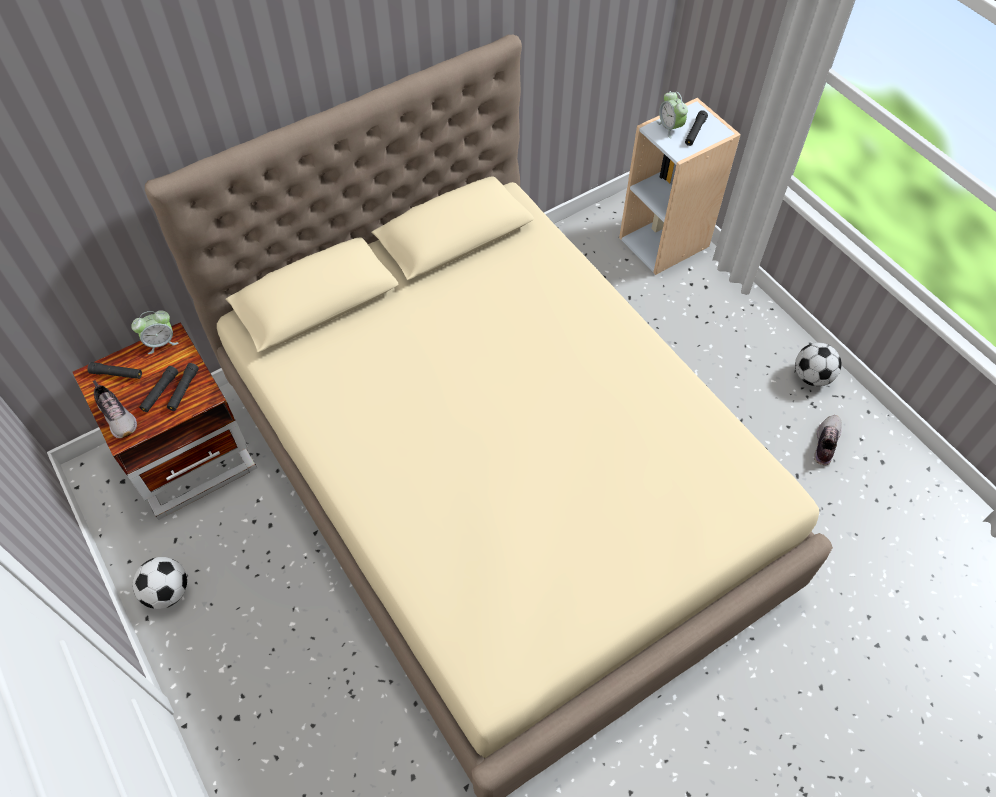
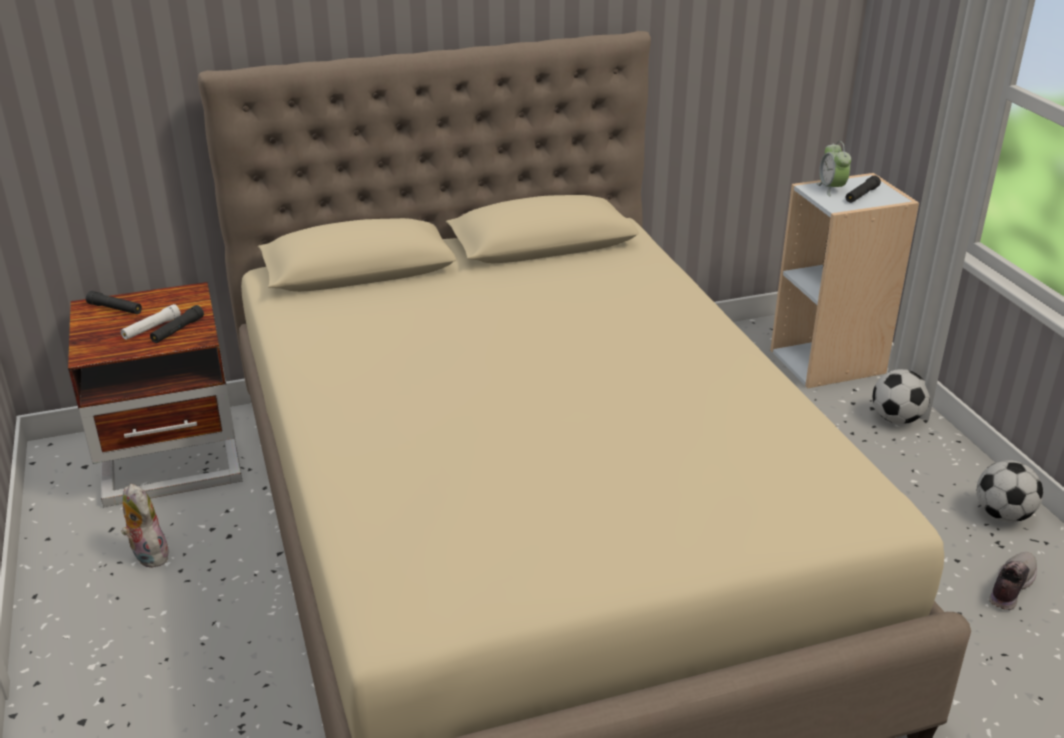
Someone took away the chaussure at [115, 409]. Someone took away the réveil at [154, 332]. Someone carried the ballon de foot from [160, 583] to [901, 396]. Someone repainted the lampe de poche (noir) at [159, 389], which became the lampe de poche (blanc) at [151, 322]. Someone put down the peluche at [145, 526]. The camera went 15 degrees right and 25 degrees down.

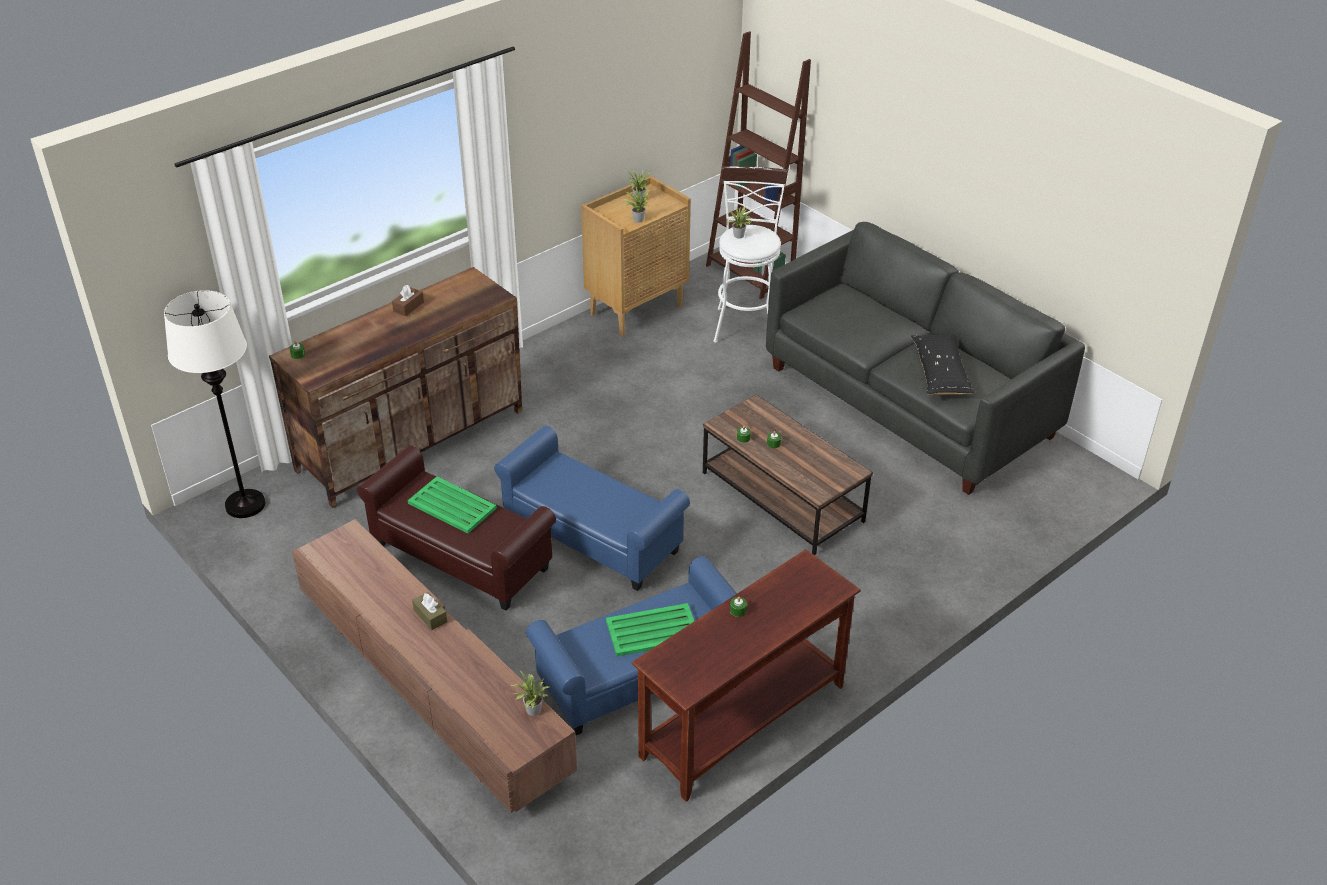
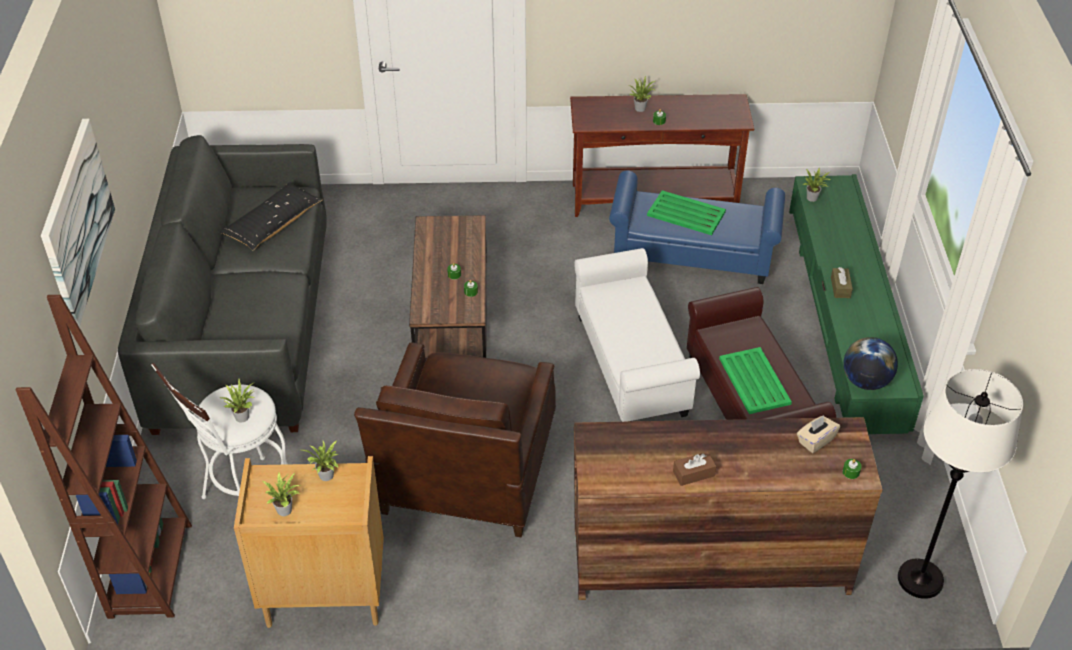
Someone repainted the meuble télé (marron) at [434, 666], which became the meuble télé (vert) at [856, 304]. Someone repainted the pouf (bleu) at [592, 508], which became the pouf (blanc) at [637, 335]. Someone put up the tableau at [78, 223]. Someone put down the fauteuil (marron) at [455, 439]. Someone put down the plante en pot at [641, 94]. Someone put down the boîte à mouchoirs (beige) at [818, 434]. Someone put down the globe at [870, 363]. The camera went 140 degrees left and 5 degrees up.

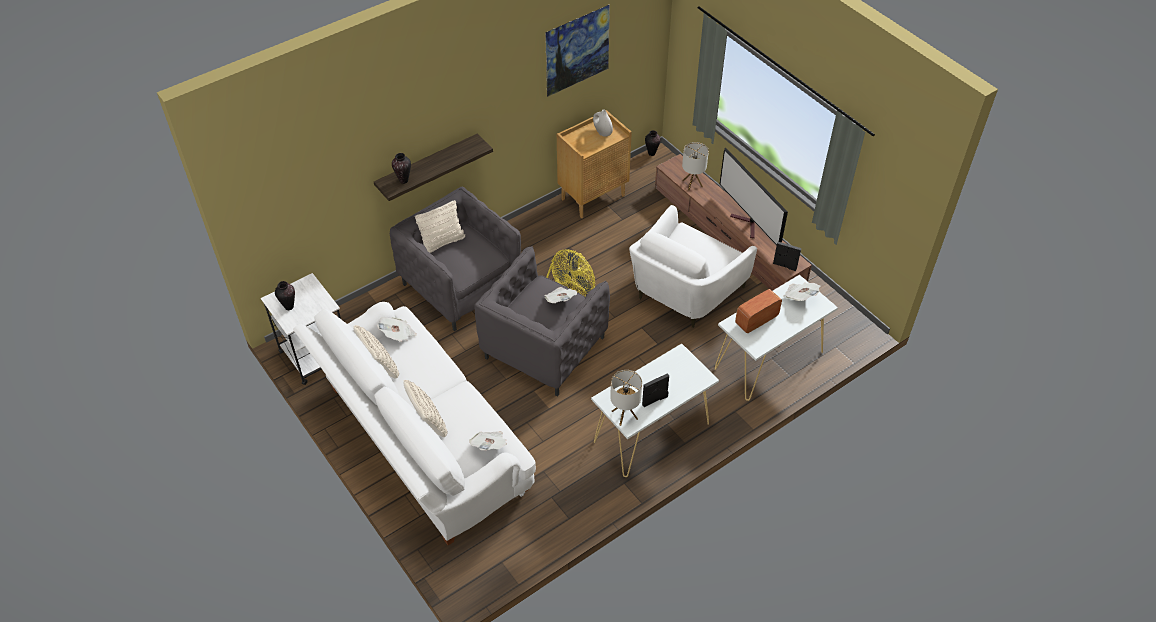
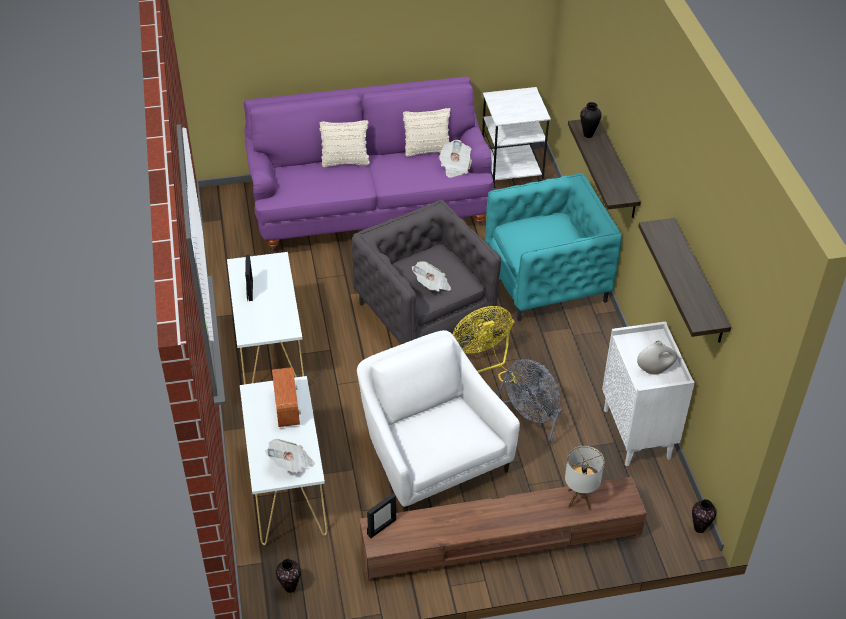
Someone carried the vase from [285, 295] to [288, 576]. Someone repainted the canapé (blanc) at [414, 423], which became the canapé (violet) at [369, 163]. Someone repainted the fauteuil (gris) at [455, 259], which became the fauteuil (turquoise) at [553, 247]. Someone took away the coussin (beige) at [440, 226]. Someone took away the journal at [488, 440]. Someone swapped the tableau at [577, 50] for the étagère at [684, 280]. Someone repainted the meuble de rangement (marron) at [594, 164], which became the meuble de rangement (blanc) at [648, 393]. Someone took away the lampe de table at [626, 398]. Someone took away the téléviseur at [753, 196]. Someone put down the ventilateur (gris) at [529, 401]. The camera went 115 degrees right and 5 degrees down.

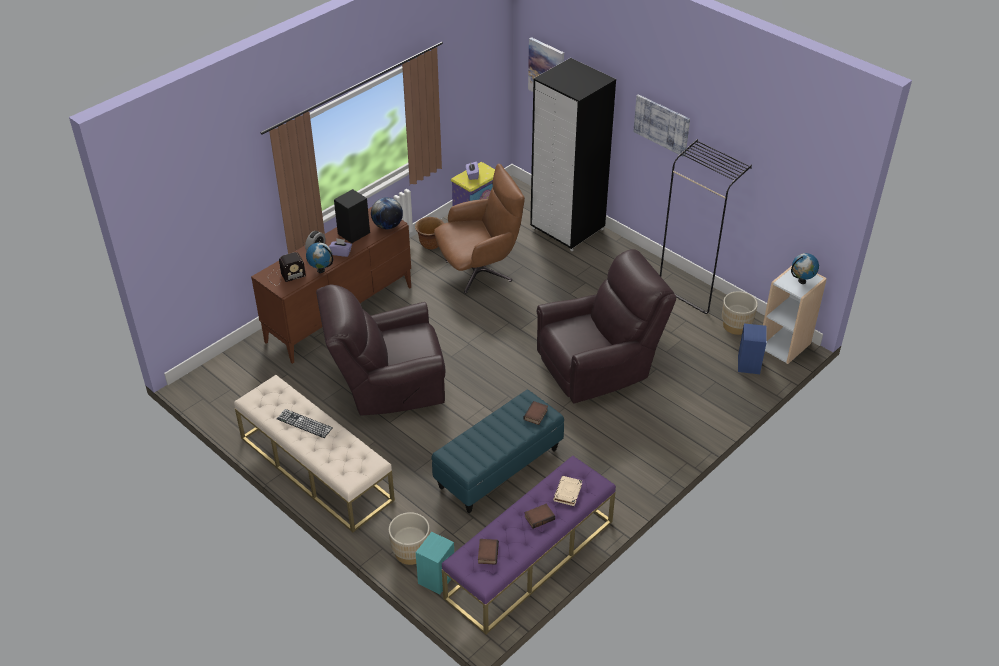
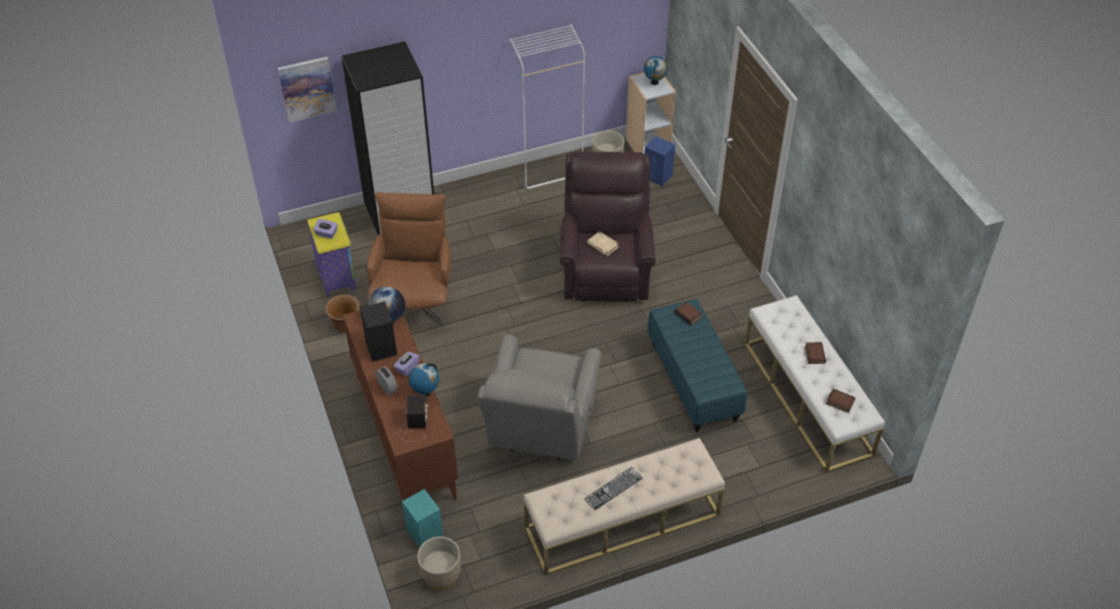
Someone repainted the fauteuil (marron) at [380, 350], which became the fauteuil (gris) at [539, 397]. Someone carried the cache-pot (beige) from [409, 538] to [439, 563]. Someone carried the enceinte (turquoise) from [435, 563] to [422, 518]. Someone repainted the banc (violet) at [529, 544], which became the banc (blanc) at [814, 384]. Someone carried the livre (beige) from [567, 491] to [603, 243]. Someone took away the tableau at [661, 125]. Someone repainted the portant (noir) at [706, 226], which became the portant (blanc) at [547, 106]. The camera went 65 degrees left and 5 degrees up.

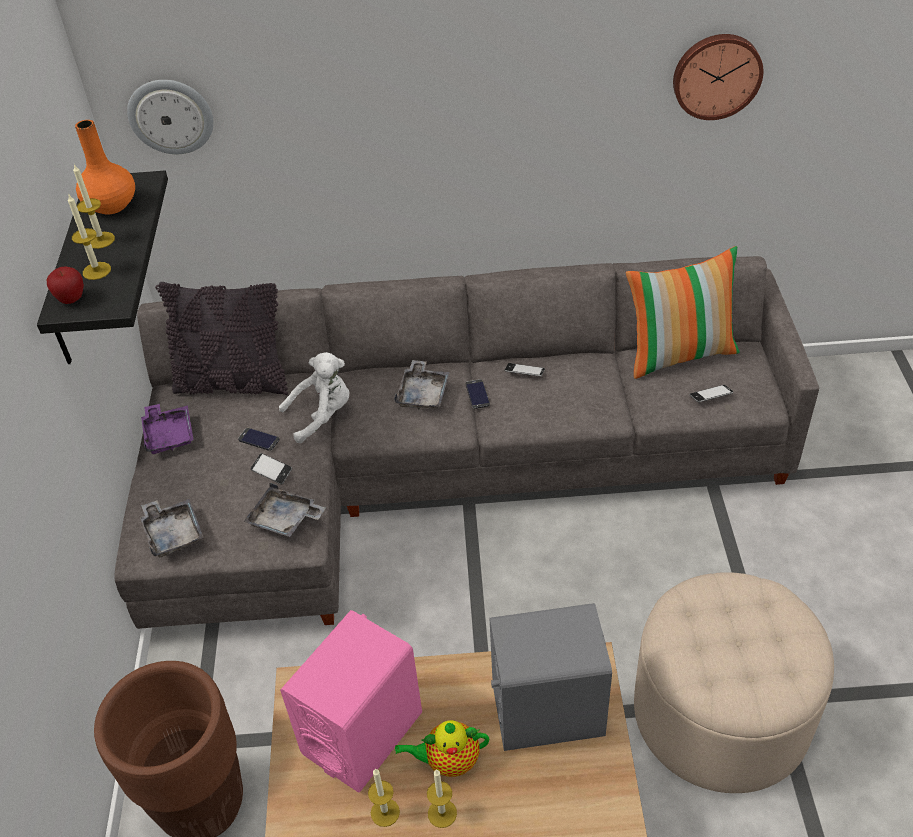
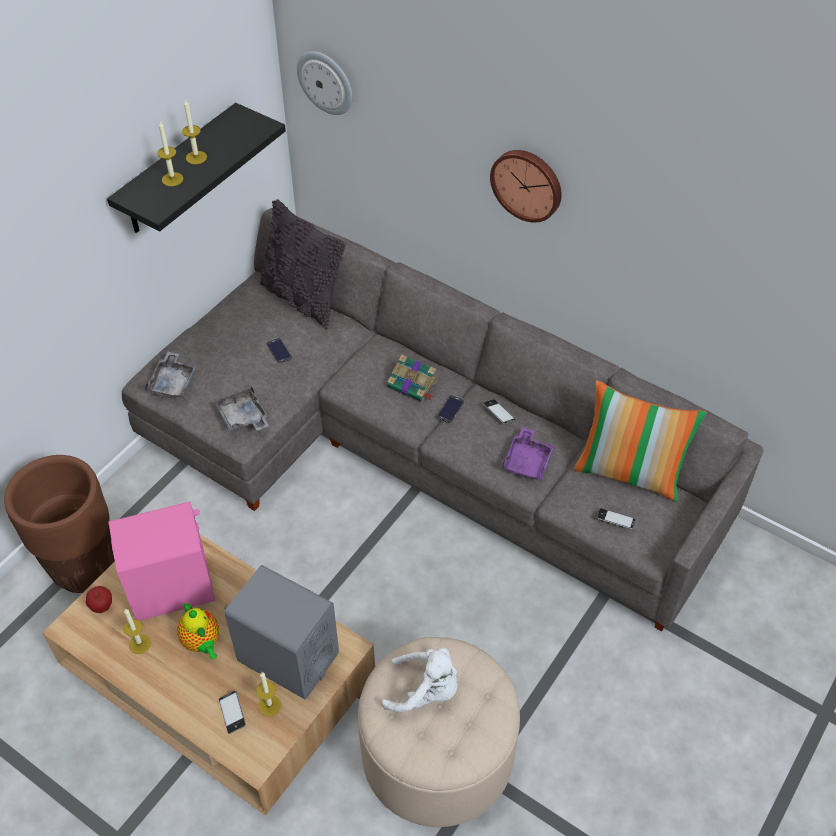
Someone carried the pomme from [65, 285] to [99, 599]. Someone took away the vase (orange) at [105, 167]. Someone carried the plateau (violet) from [167, 429] to [528, 453]. Someone carried the téléphone from [271, 468] to [232, 712]. Someone carried the peluche (blanc) from [314, 397] to [419, 680]. Someone swapped the plateau (gris) at [422, 385] for the livre at [412, 378]. Someone rotated the théière at [442, 748] by 150 degrees counterclockwise. Someone carried the bougie from [442, 799] to [268, 694]. Someone carried the horloge murale from [718, 77] to [526, 186]. The camera went 35 degrees right and 5 degrees up.

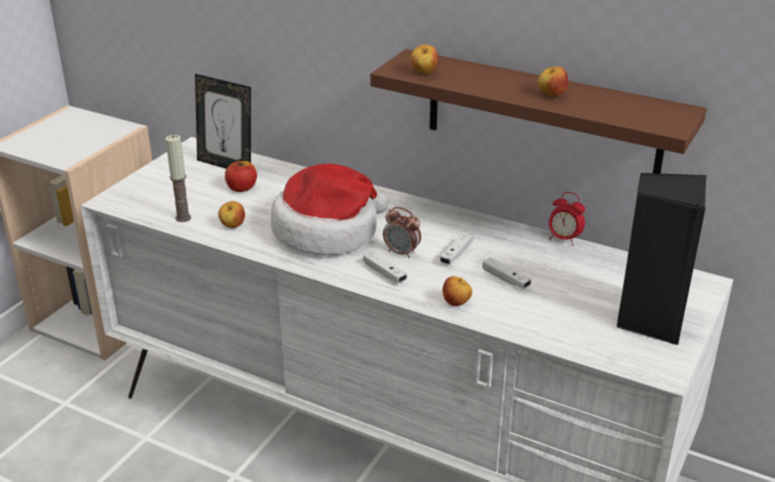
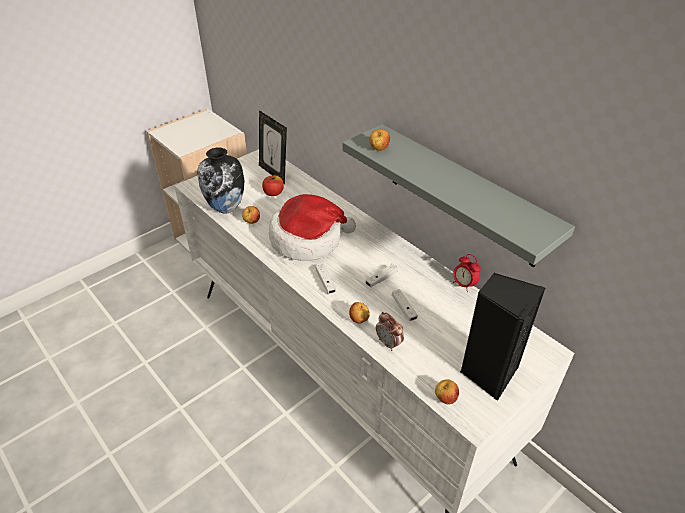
Someone swapped the bougie at [178, 178] for the vase at [220, 180]. Someone repainted the étagère (marron) at [538, 111], which became the étagère (gris) at [459, 195]. Someone carried the réveil from [402, 232] to [390, 331]. Someone carried the pomme from [553, 81] to [447, 392]. The camera went 20 degrees right and 10 degrees up.

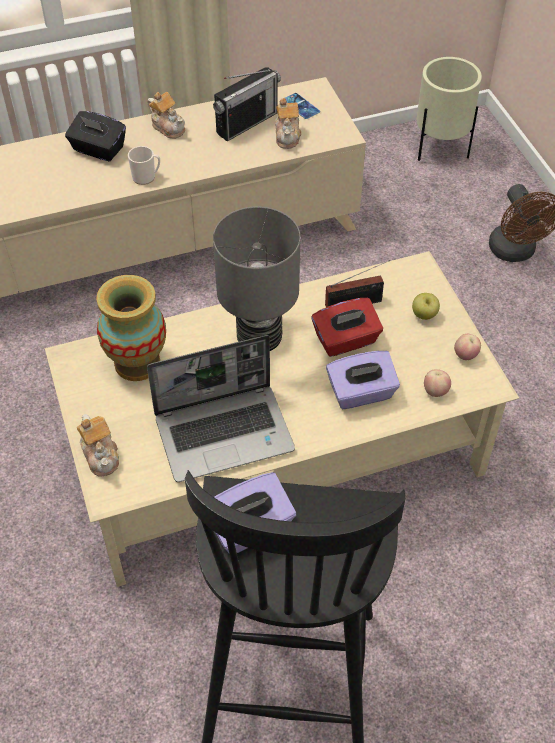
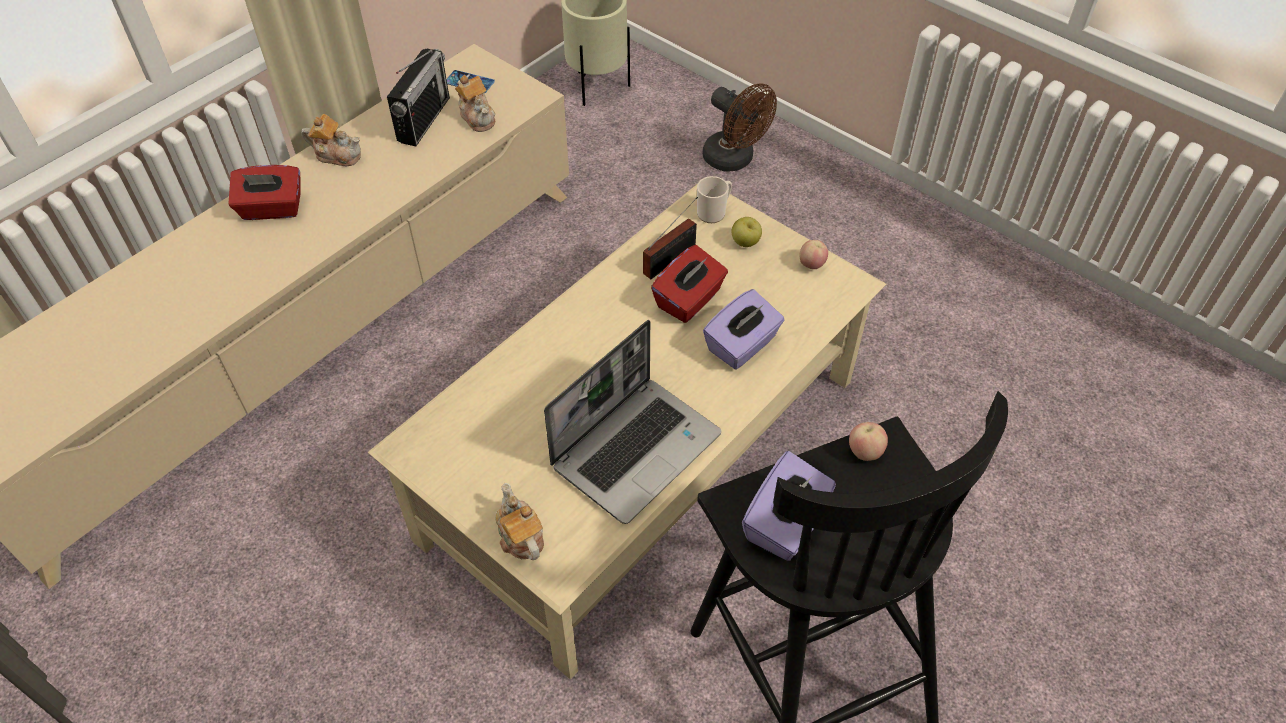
Someone repainted the boîte à mouchoirs (noir) at [95, 136], which became the boîte à mouchoirs (rouge) at [264, 192]. Someone rotated the théière at [98, 445] by 150 degrees counterclockwise. Someone took away the vase at [131, 328]. Someone carried the mug from [144, 165] to [714, 199]. Someone took away the lampe de table (gris) at [256, 278]. Someone carried the pomme from [437, 383] to [868, 441]. The camera went 30 degrees left and 0 degrees up.

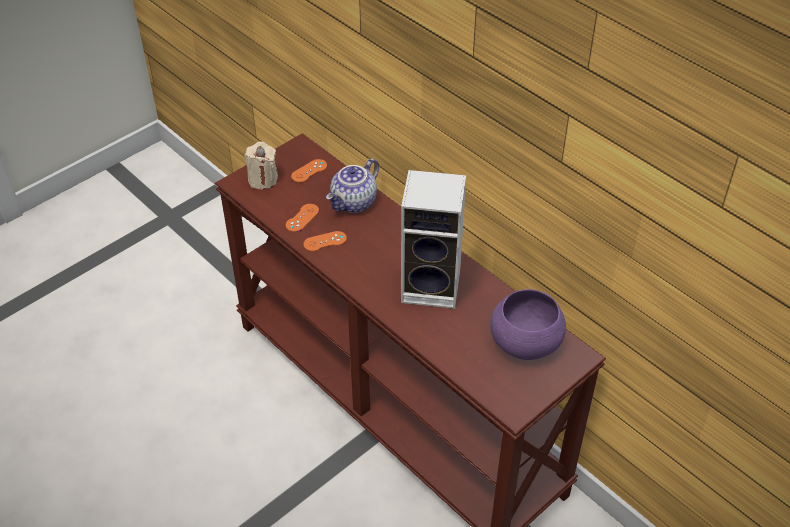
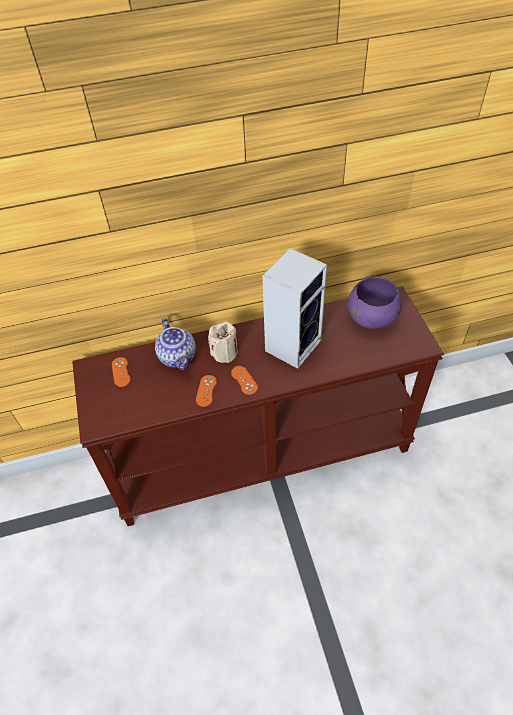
Someone carried the bougie (beige) from [261, 165] to [223, 342]. Someone carried the manette (orange) from [302, 218] to [244, 380]. The camera went 60 degrees left and 5 degrees up.

